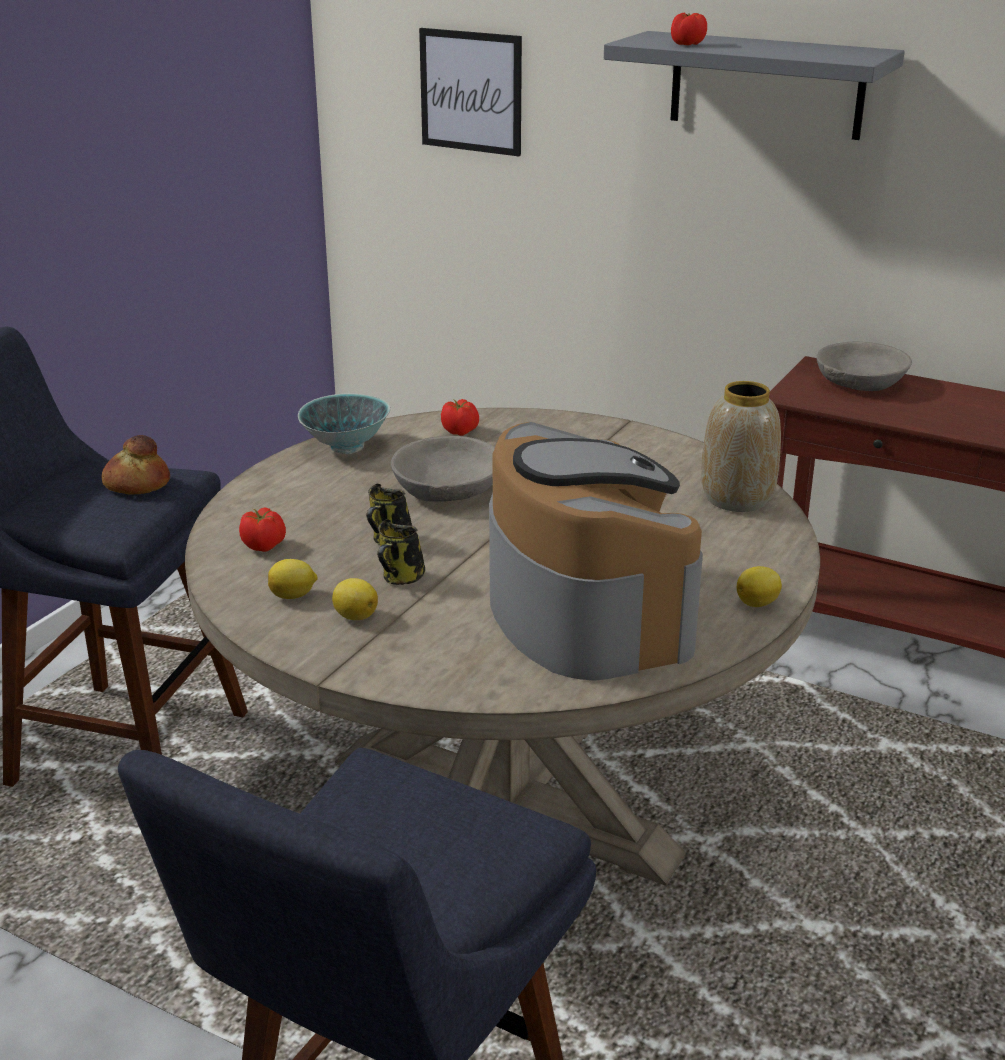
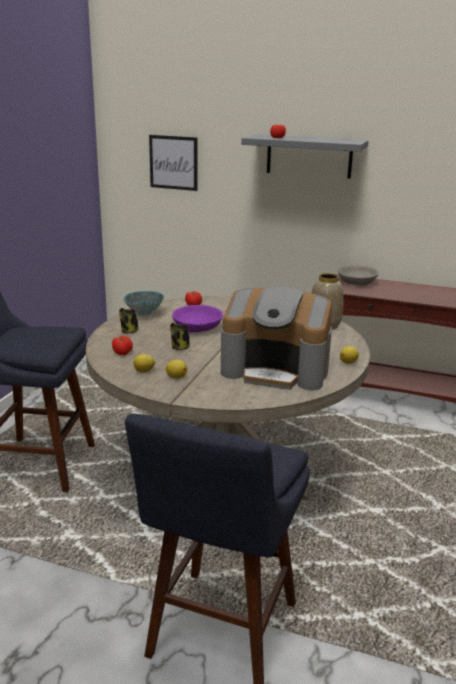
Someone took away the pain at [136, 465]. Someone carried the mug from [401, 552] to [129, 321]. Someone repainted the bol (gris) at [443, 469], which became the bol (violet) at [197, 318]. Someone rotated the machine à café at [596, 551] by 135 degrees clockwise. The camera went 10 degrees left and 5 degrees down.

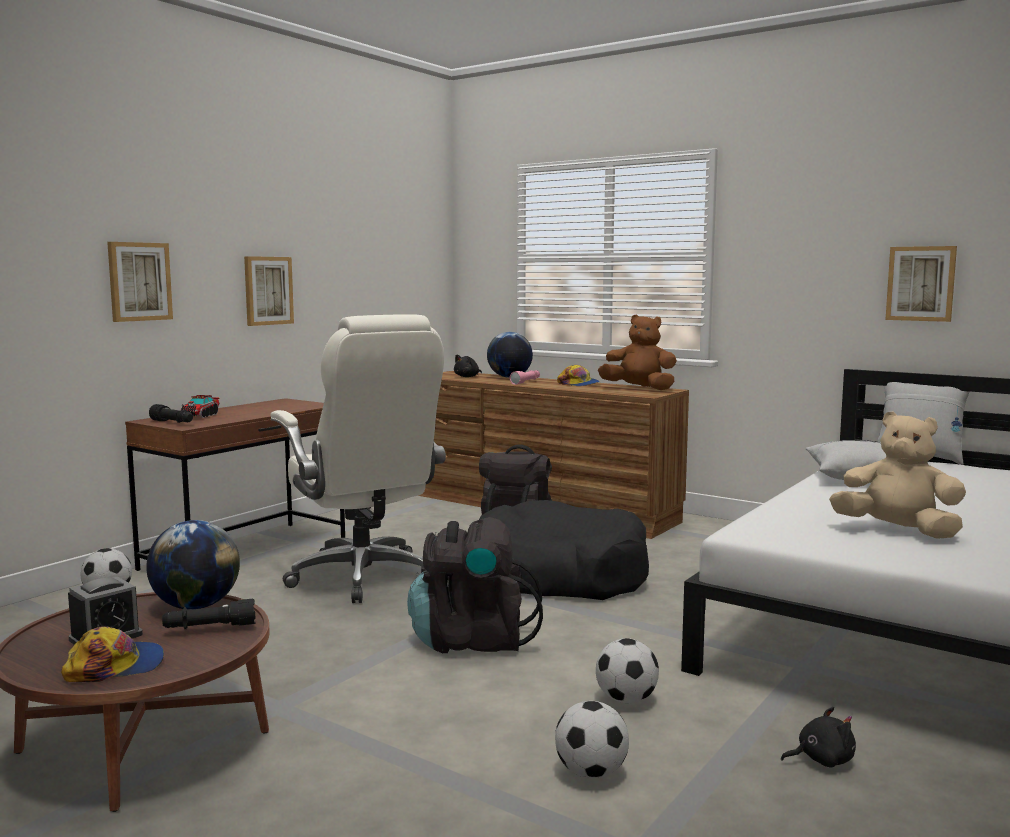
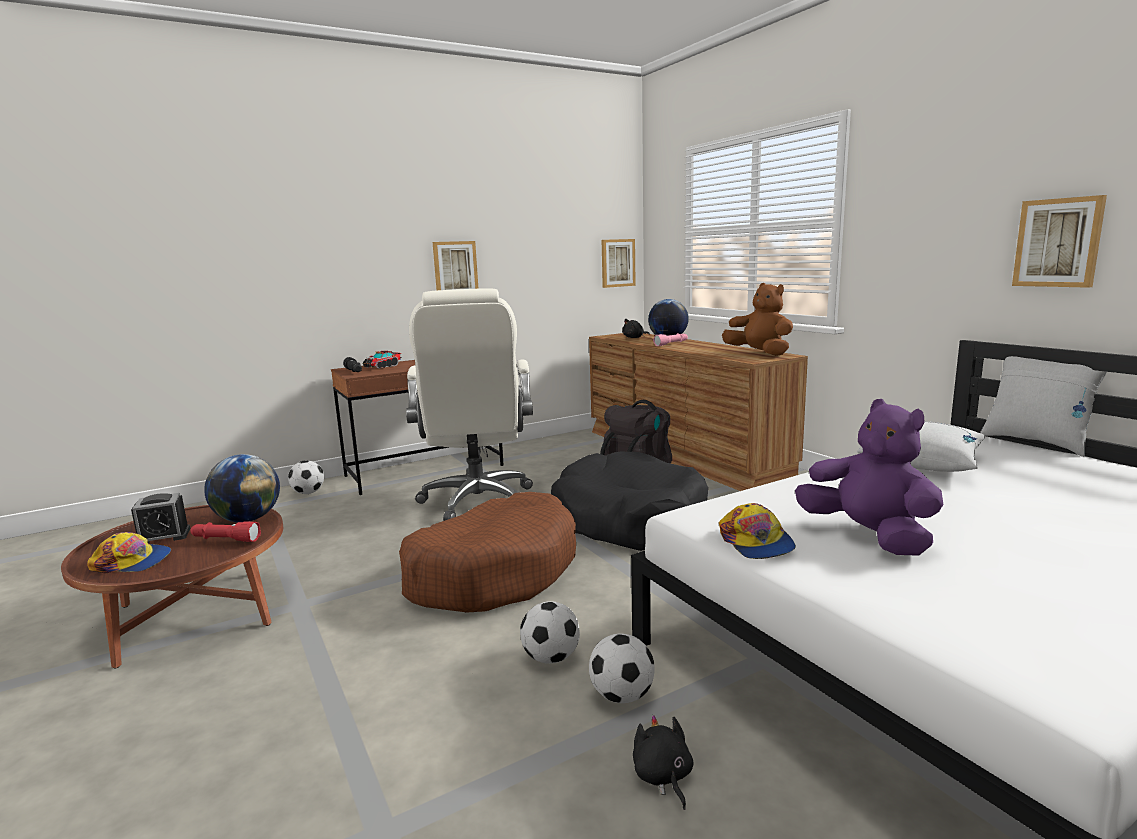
Someone carried the tableau from [140, 282] to [619, 263]. Someone repainted the lampe de poche (noir) at [209, 614], which became the lampe de poche (rouge) at [225, 532]. Someone swapped the sac à dos (noir) at [475, 585] for the panier pour chien (marron) at [487, 552]. Someone carried the ballon de foot from [592, 739] to [622, 668]. Someone carried the casquette from [578, 375] to [757, 531]. Someone rotated the peluche (noir) at [818, 737] by 120 degrees counterclockwise. Someone repainted the peluche (beige) at [897, 475], which became the peluche (violet) at [869, 477]. The camera went 25 degrees right and 5 degrees up.

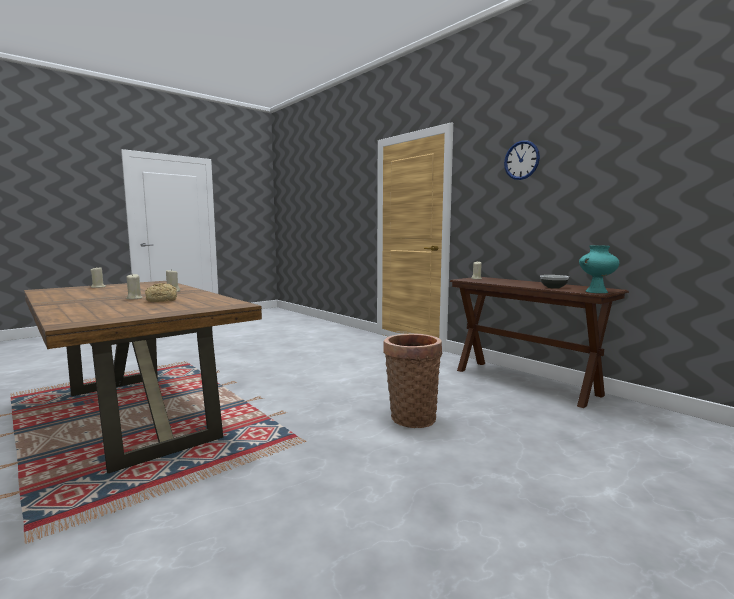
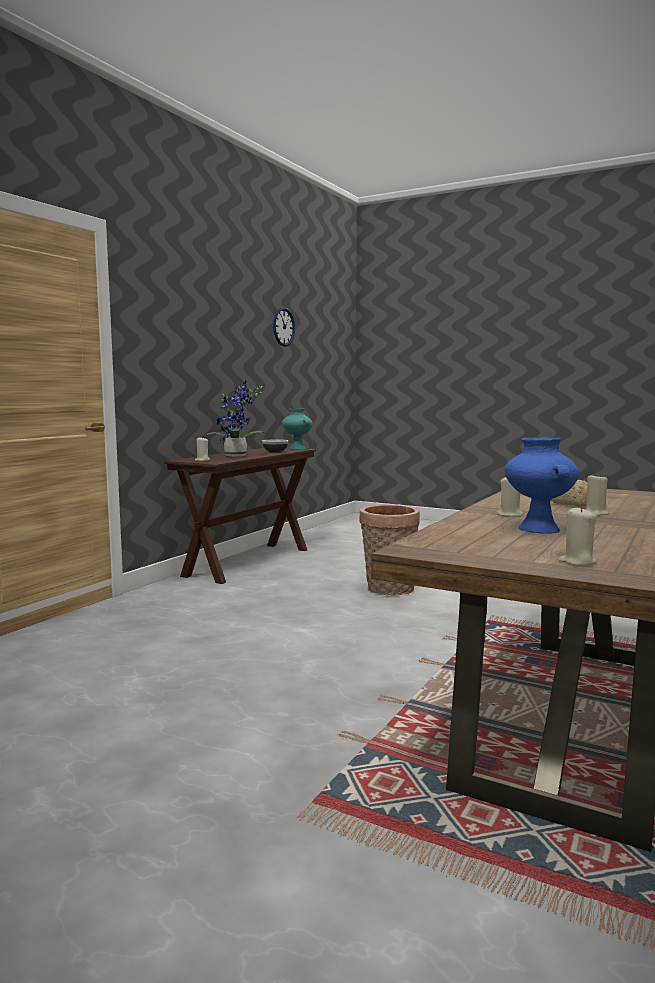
Someone carried the horloge murale from [522, 160] to [284, 327]. Someone put down the plante en pot at [237, 418]. Someone put down the vase (bleu) at [542, 485]. The camera went 110 degrees left and 0 degrees up.

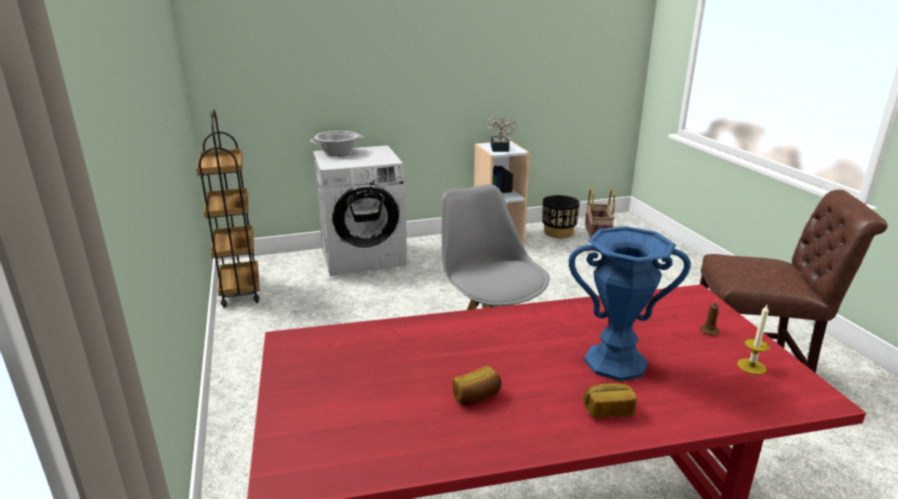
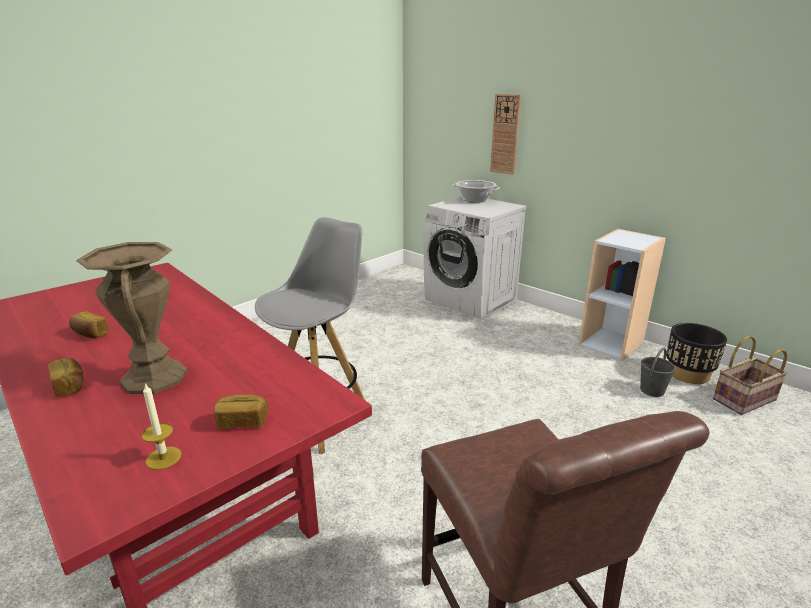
Someone took away the chariot (marron) at [228, 208]. Someone took away the plante en pot at [502, 134]. Someone repainted the vase (bleu) at [630, 303], which became the vase (marron) at [132, 318]. Someone swapped the bougie (marron) at [709, 318] for the pain at [241, 411]. Someone put up the horloge murale at [505, 134]. Someone put down the seau (gris) at [658, 372]. The camera went 60 degrees right and 0 degrees up.

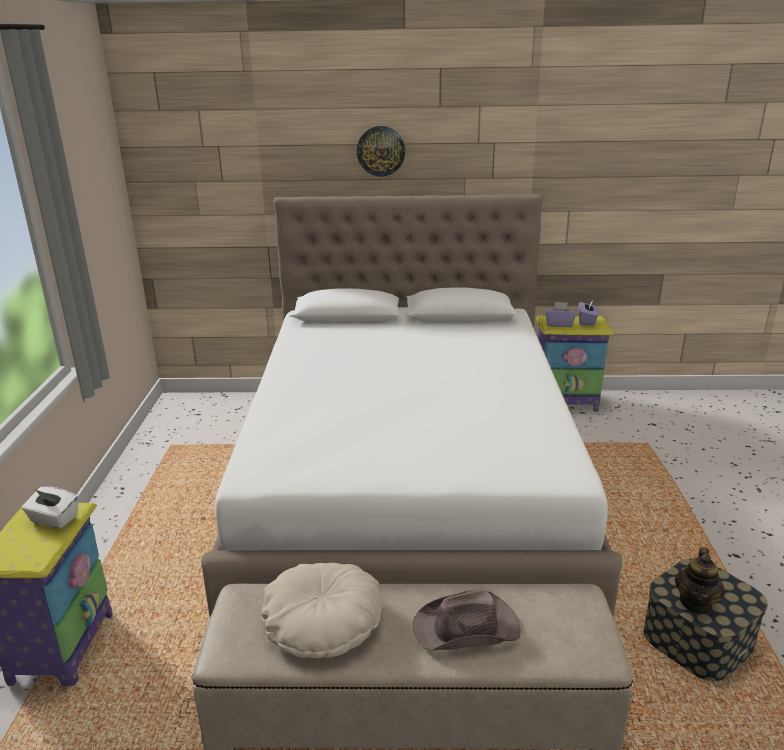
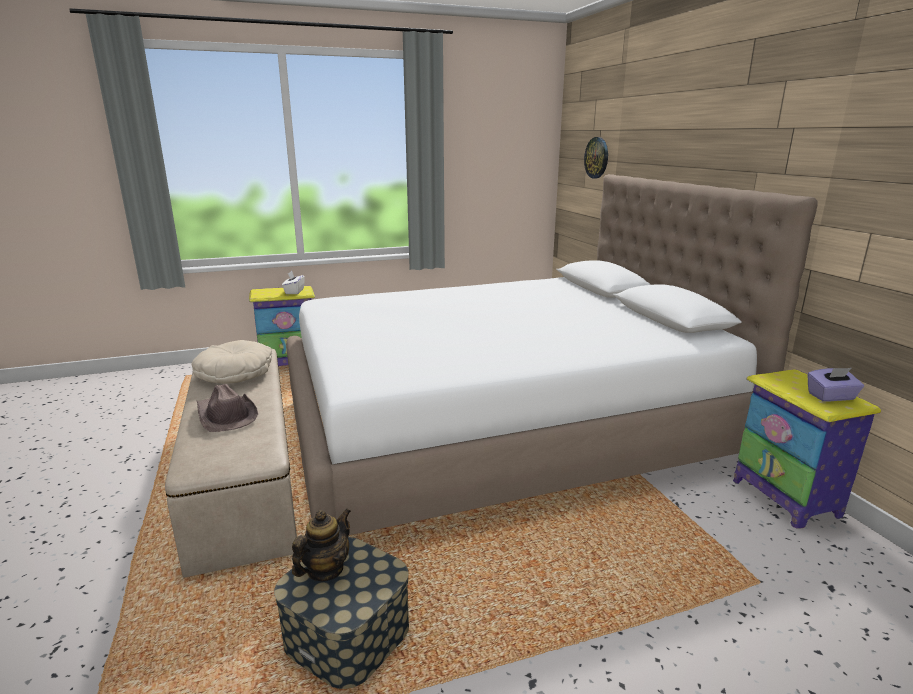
Someone carried the horloge murale from [381, 151] to [596, 158]. Someone took away the boîte à mouchoirs (violet) at [560, 314]. Someone rotated the théière at [700, 580] by 120 degrees clockwise. The camera went 70 degrees right and 5 degrees down.

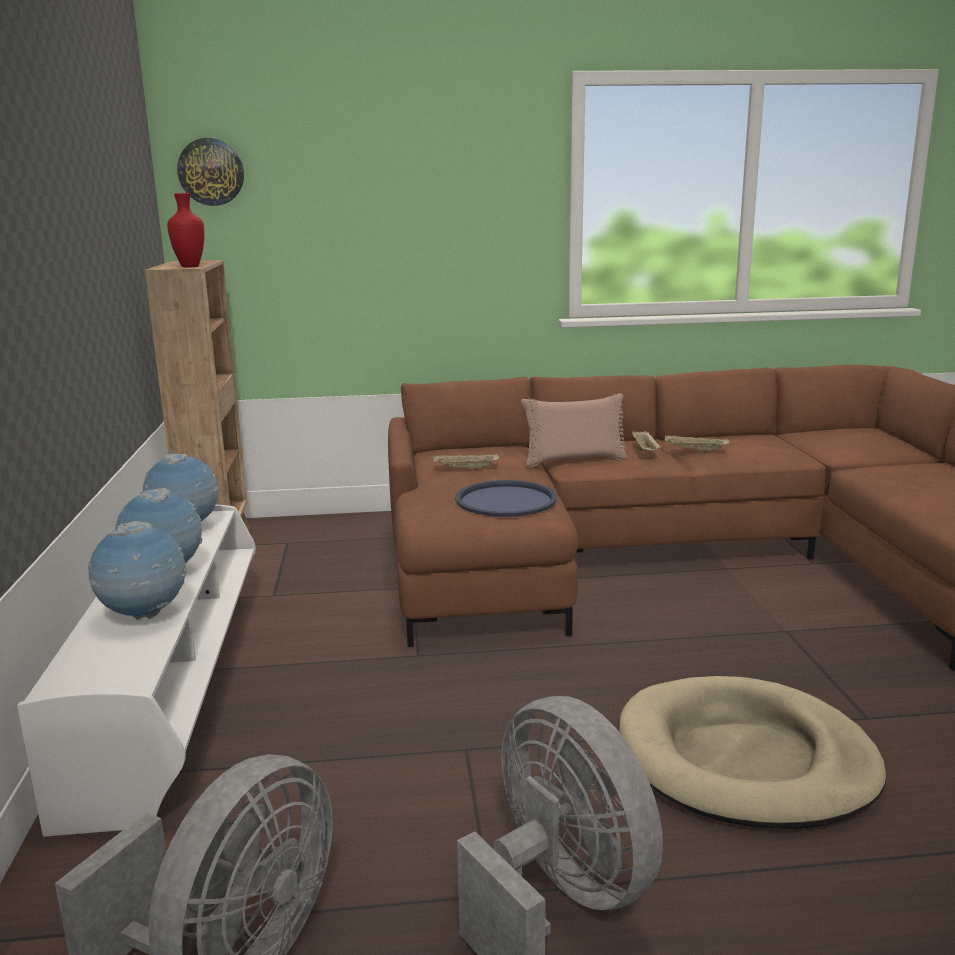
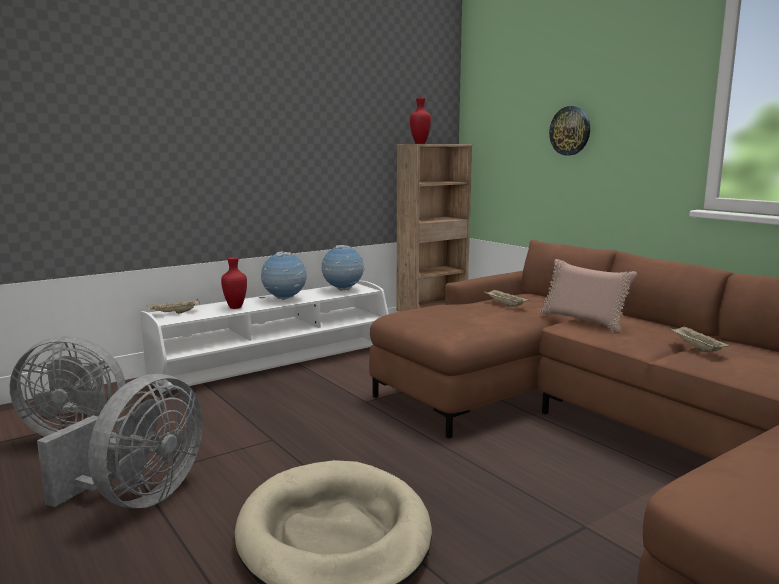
Someone swapped the globe at [137, 570] for the vase (rouge) at [234, 283]. Someone carried the horloge murale from [210, 172] to [569, 130]. Someone took away the plateau (bleu) at [506, 498]. Someone carried the plateau (beige) from [646, 440] to [173, 306]. The camera went 60 degrees right and 5 degrees down.

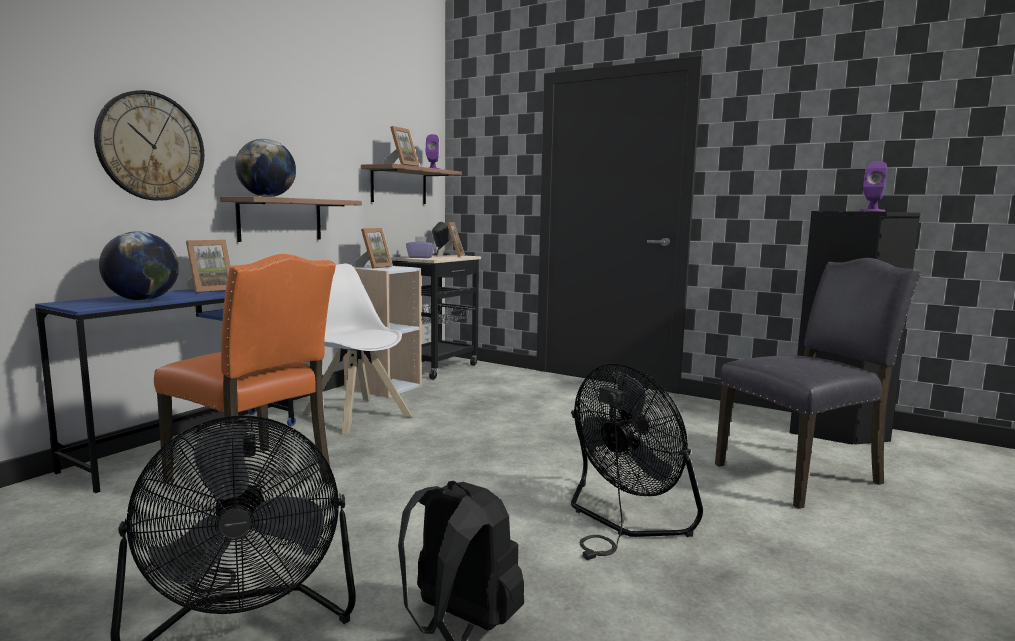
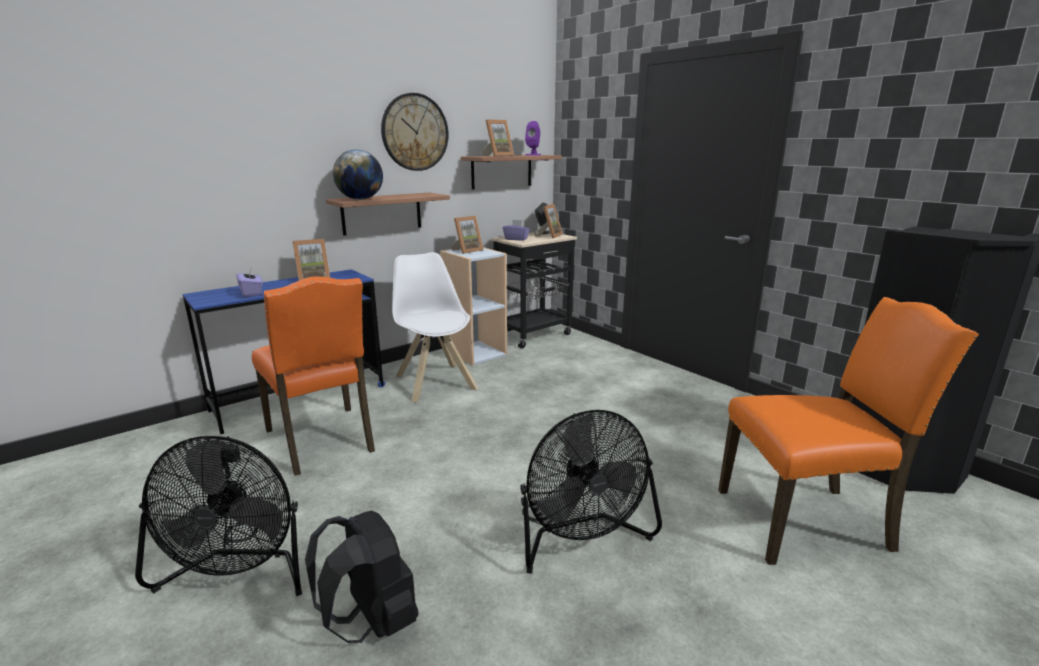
Someone carried the horloge murale from [149, 145] to [415, 132]. Someone swapped the globe at [139, 266] for the boîte à mouchoirs (violet) at [249, 283]. Someone rotated the ventilateur (noir) at [637, 462] by 90 degrees clockwise. Someone repainted the chaise (gris) at [818, 383], which became the chaise (orange) at [848, 431]. Someone took away the enceinte (violet) at [873, 186]. The camera went 20 degrees right and 10 degrees up.

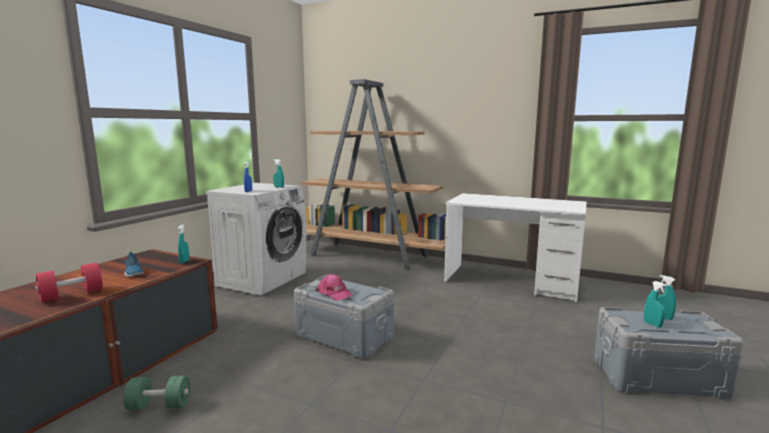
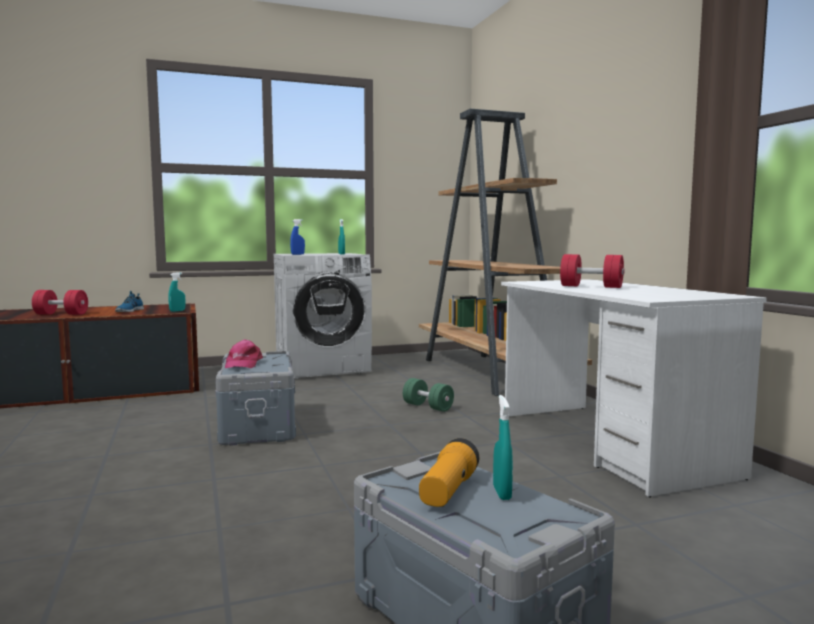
Someone carried the haltère (vert) from [156, 393] to [428, 395]. Someone swapped the vaporisateur (turquoise) at [655, 304] for the lampe de poche at [449, 472]. Someone put down the haltère (rouge) at [592, 271]. The camera went 45 degrees right and 5 degrees down.

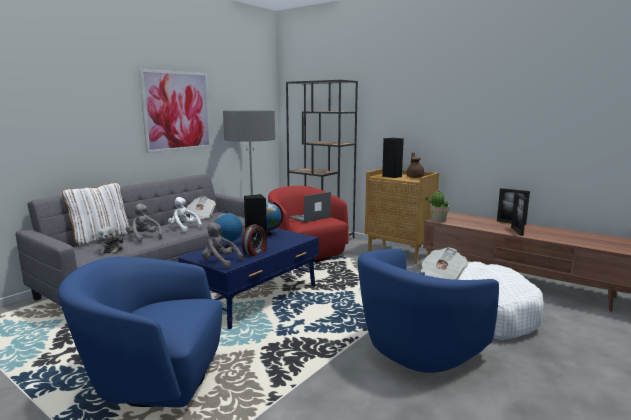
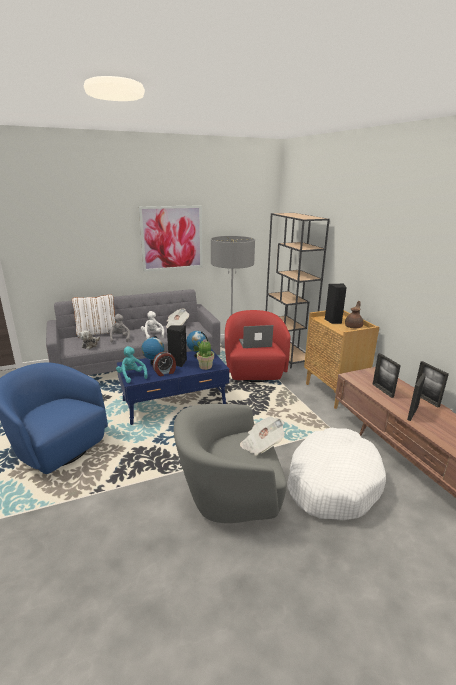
Someone repainted the peluche (gris) at [223, 245], which became the peluche (turquoise) at [132, 364]. Someone repainted the fauteuil (bleu) at [428, 311], which became the fauteuil (gris) at [230, 463]. Someone carried the plante en pot from [437, 206] to [205, 354]. Someone put down the cadre photo at [387, 375]. The camera went 30 degrees right and 10 degrees up.

